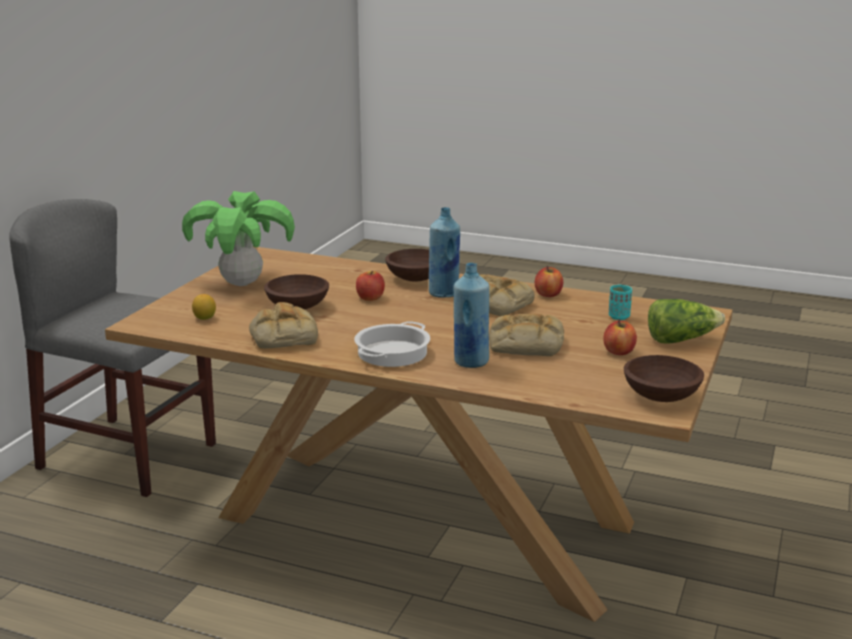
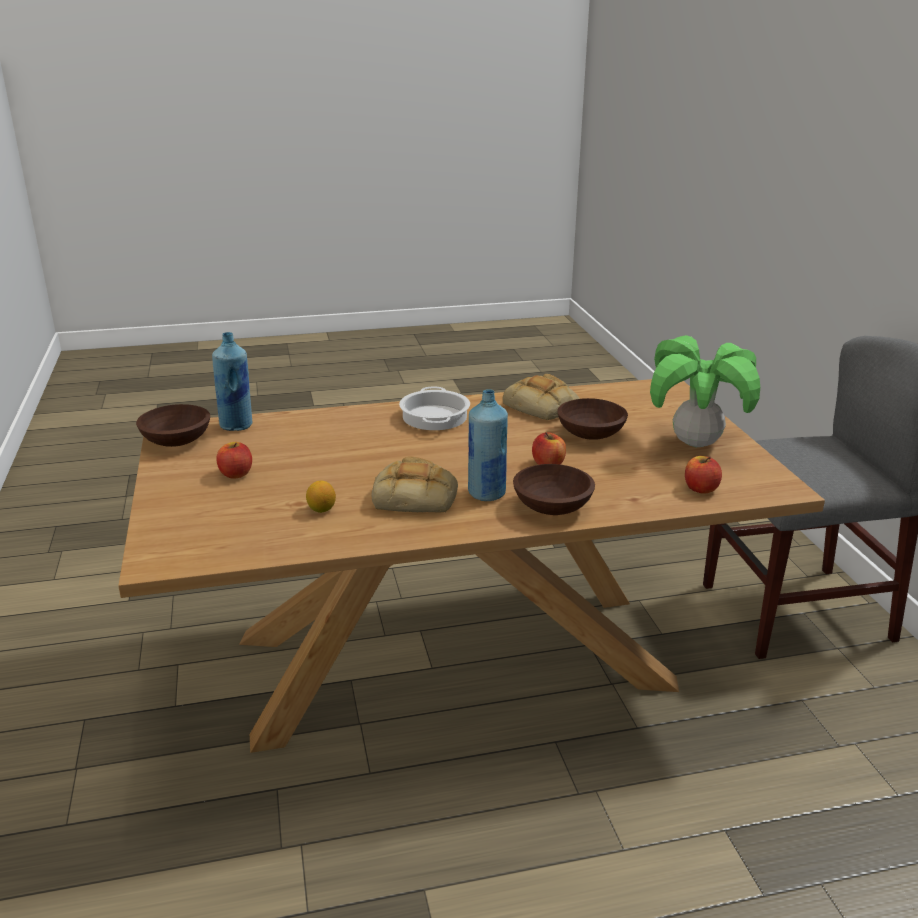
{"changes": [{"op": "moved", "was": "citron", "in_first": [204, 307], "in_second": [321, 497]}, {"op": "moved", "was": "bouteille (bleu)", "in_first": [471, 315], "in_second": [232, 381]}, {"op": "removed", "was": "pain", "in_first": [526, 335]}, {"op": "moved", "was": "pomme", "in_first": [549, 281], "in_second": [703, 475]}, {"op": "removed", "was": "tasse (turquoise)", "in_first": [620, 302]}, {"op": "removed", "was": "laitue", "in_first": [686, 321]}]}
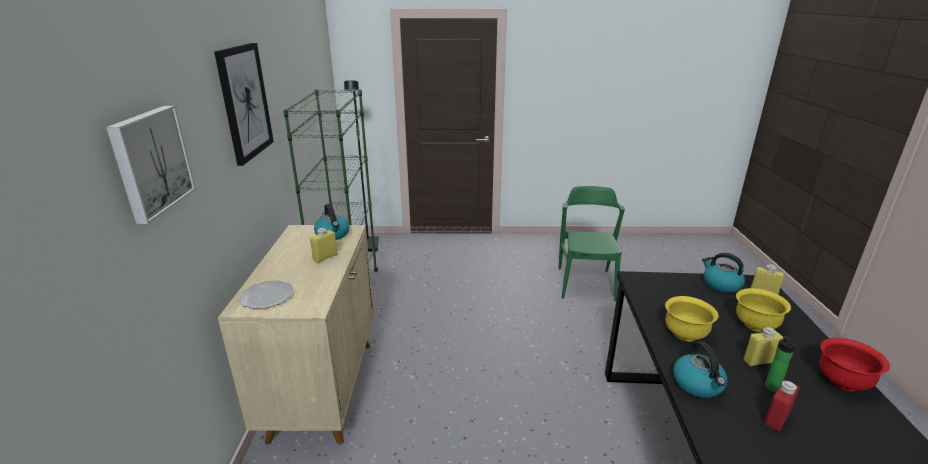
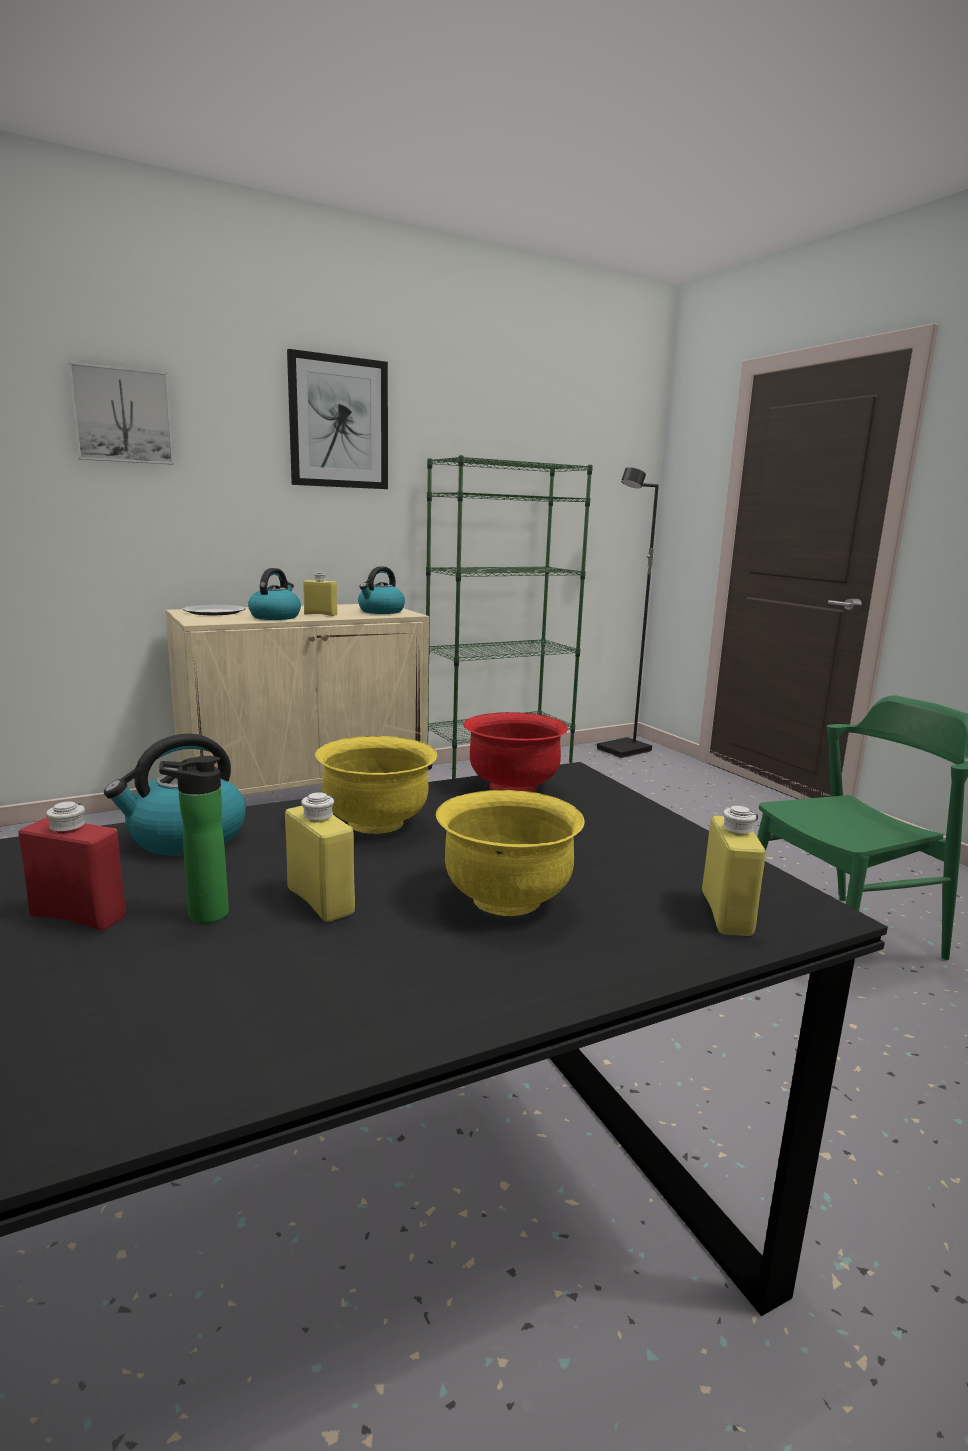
{"changes": [{"op": "moved", "was": "bouilloire", "in_first": [723, 273], "in_second": [274, 594]}, {"op": "moved", "was": "bol (rouge)", "in_first": [854, 364], "in_second": [515, 752]}]}
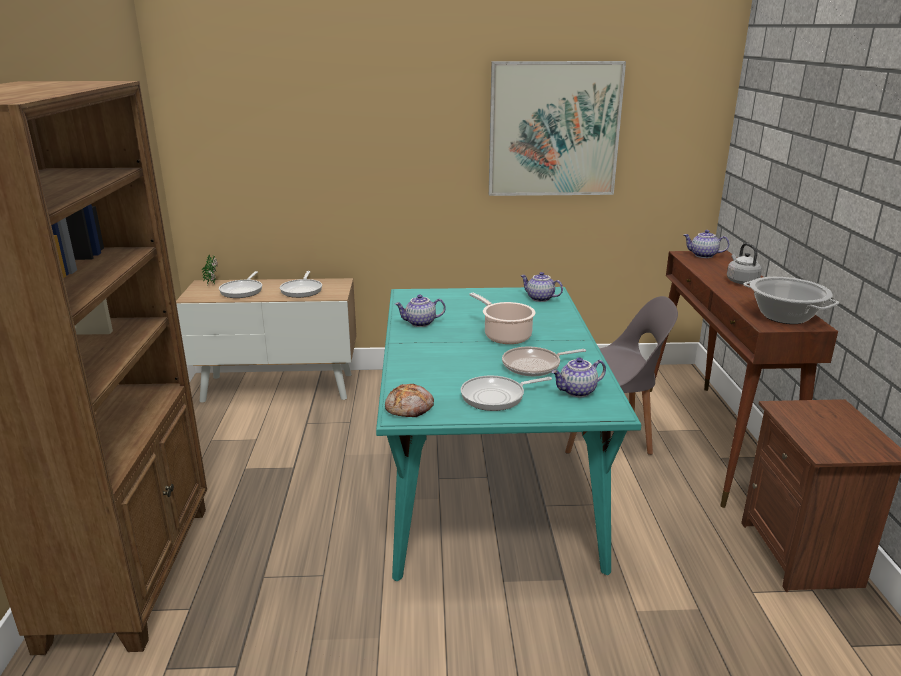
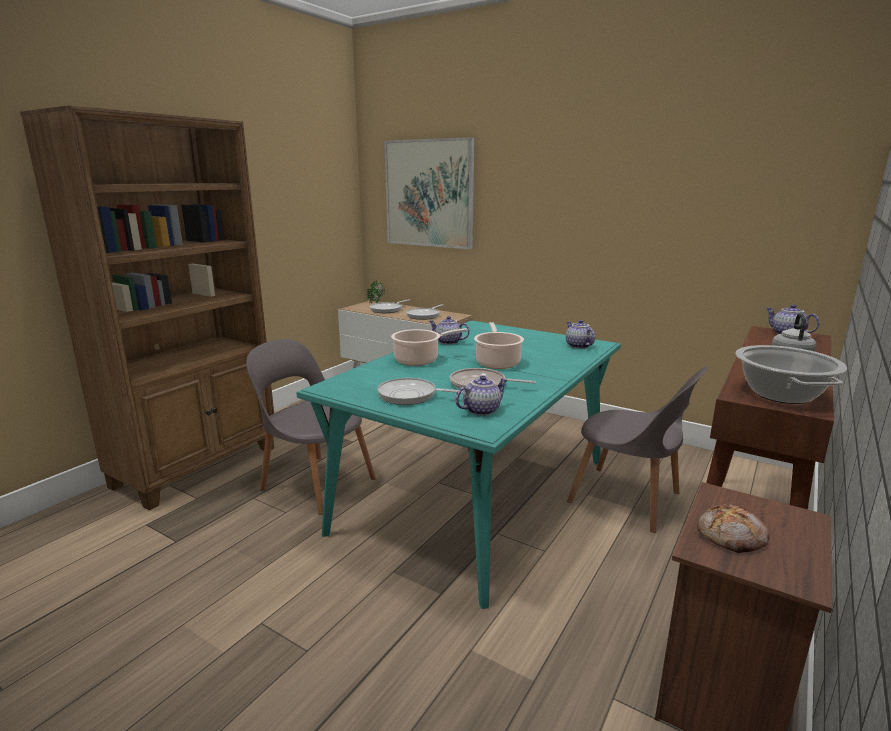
{"changes": [{"op": "moved", "was": "pain", "in_first": [409, 400], "in_second": [733, 528]}, {"op": "moved", "was": "tableau", "in_first": [557, 128], "in_second": [429, 193]}, {"op": "turned", "was": "théière", "in_first": [578, 377], "in_second": [481, 395], "clockwise": 135}, {"op": "added", "now": "chaise (gris)", "in_second": [311, 427]}, {"op": "added", "now": "marmite", "in_second": [429, 347]}]}
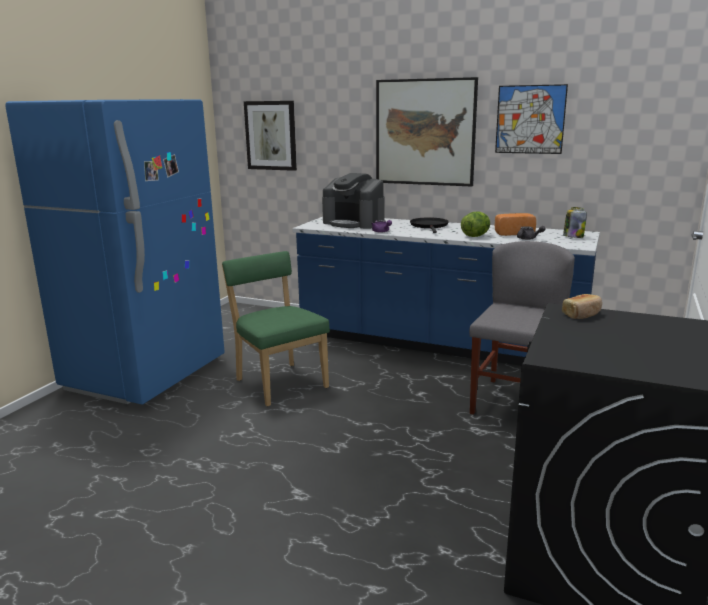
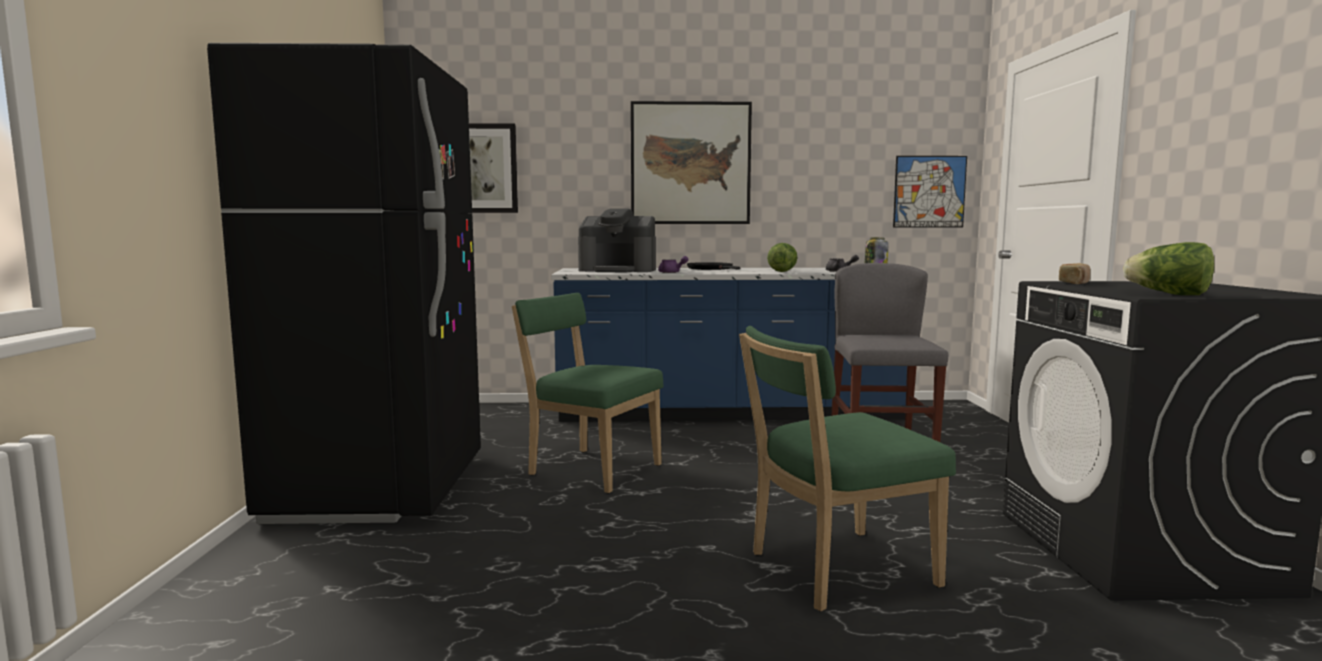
{"changes": [{"op": "recoloured", "was": "réfrigérateur (bleu)", "now": "réfrigérateur (noir)", "in_first": [115, 252], "in_second": [344, 283]}, {"op": "moved", "was": "tableau", "in_first": [531, 119], "in_second": [930, 192]}, {"op": "removed", "was": "pain", "in_first": [515, 224]}, {"op": "added", "now": "chaise (vert)", "in_second": [847, 468]}, {"op": "added", "now": "laitue", "in_second": [1168, 268]}]}
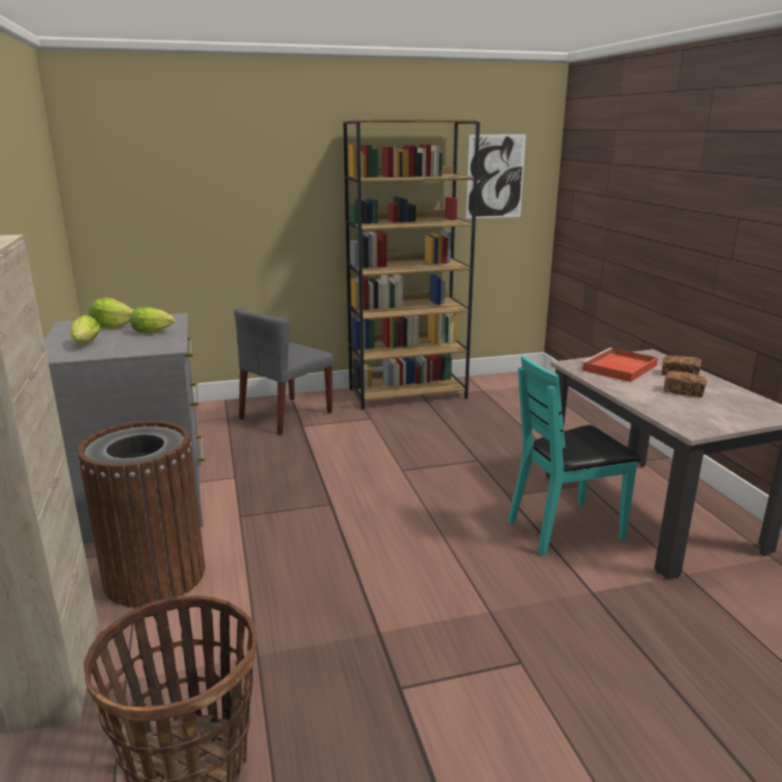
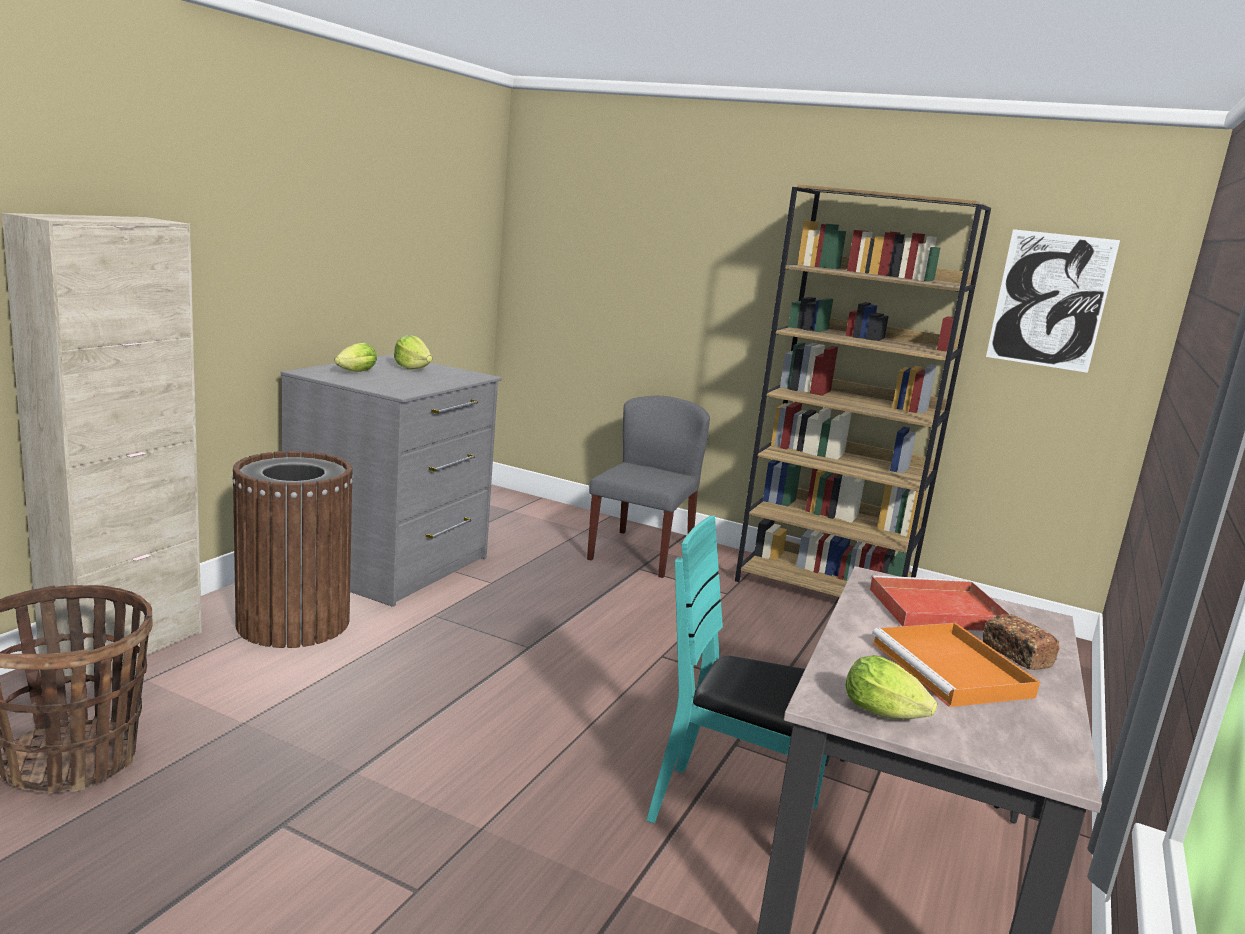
{"changes": [{"op": "moved", "was": "laitue", "in_first": [152, 320], "in_second": [891, 687]}, {"op": "turned", "was": "chaise (gris)", "in_first": [284, 371], "in_second": [648, 487], "clockwise": 120}, {"op": "replaced", "was": "pain", "now": "plateau (orange)", "in_first": [685, 384], "in_second": [956, 665]}]}
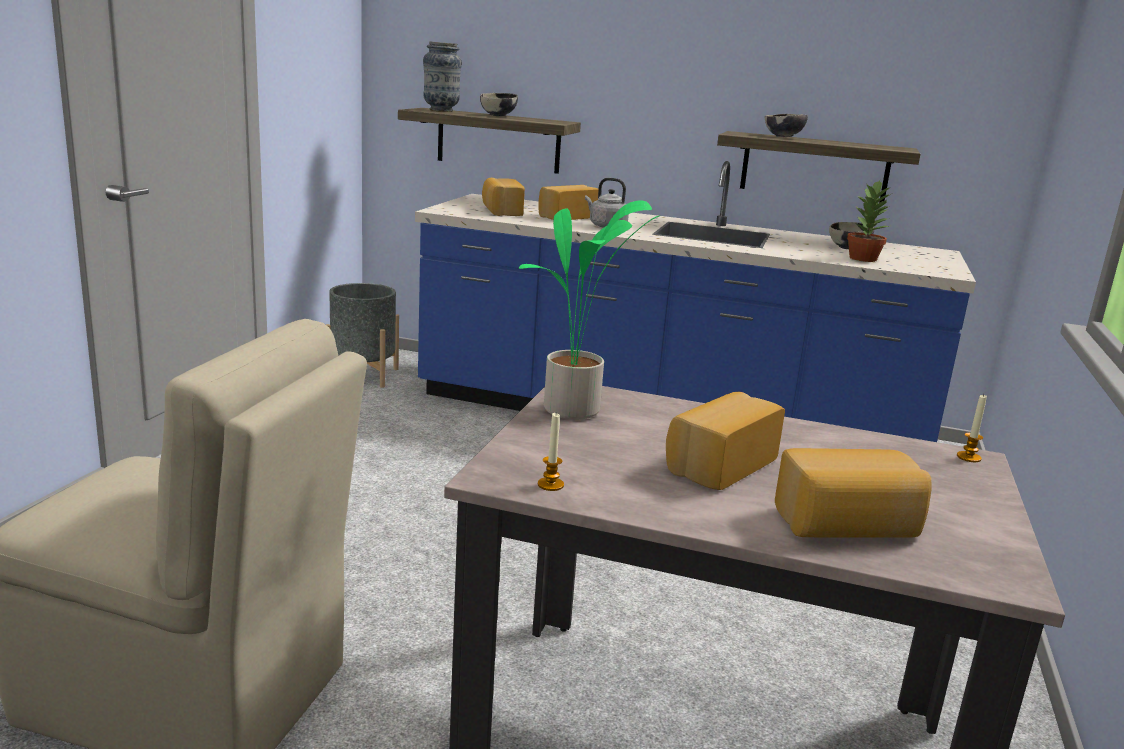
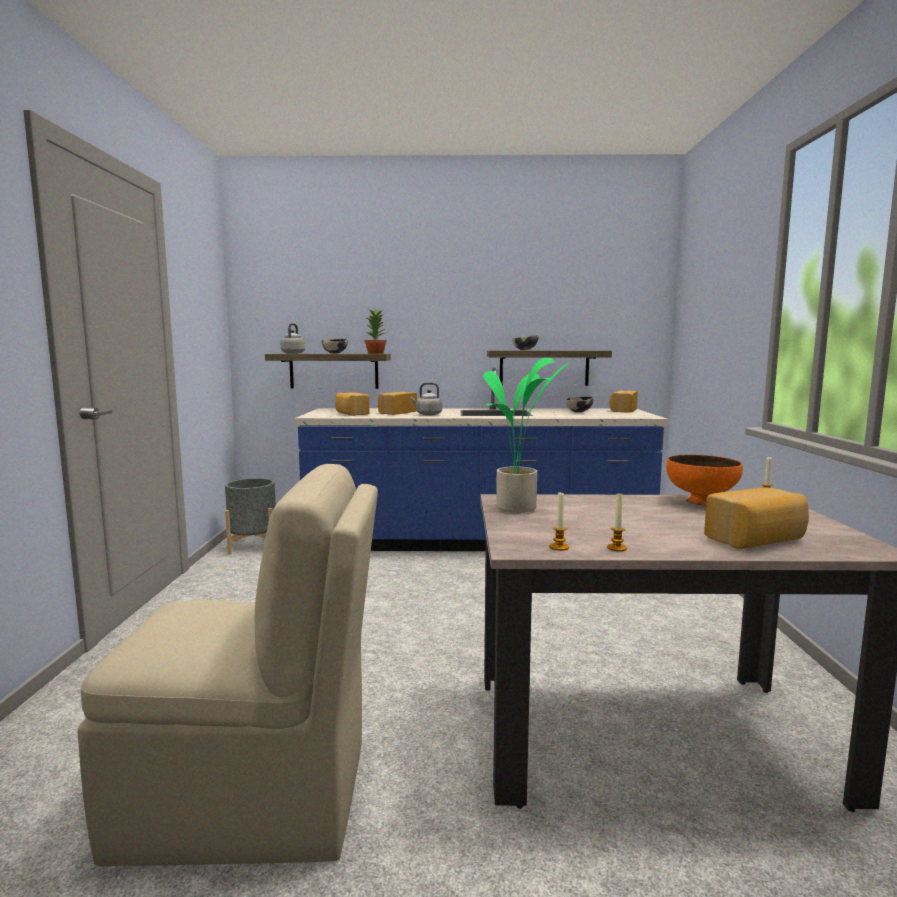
{"changes": [{"op": "replaced", "was": "vase", "now": "bouilloire (gris)", "in_first": [442, 76], "in_second": [292, 338]}, {"op": "moved", "was": "pain", "in_first": [725, 441], "in_second": [623, 401]}, {"op": "moved", "was": "plante en pot", "in_first": [869, 221], "in_second": [376, 331]}, {"op": "added", "now": "bougie", "in_second": [617, 521]}, {"op": "added", "now": "bol (orange)", "in_second": [704, 480]}]}
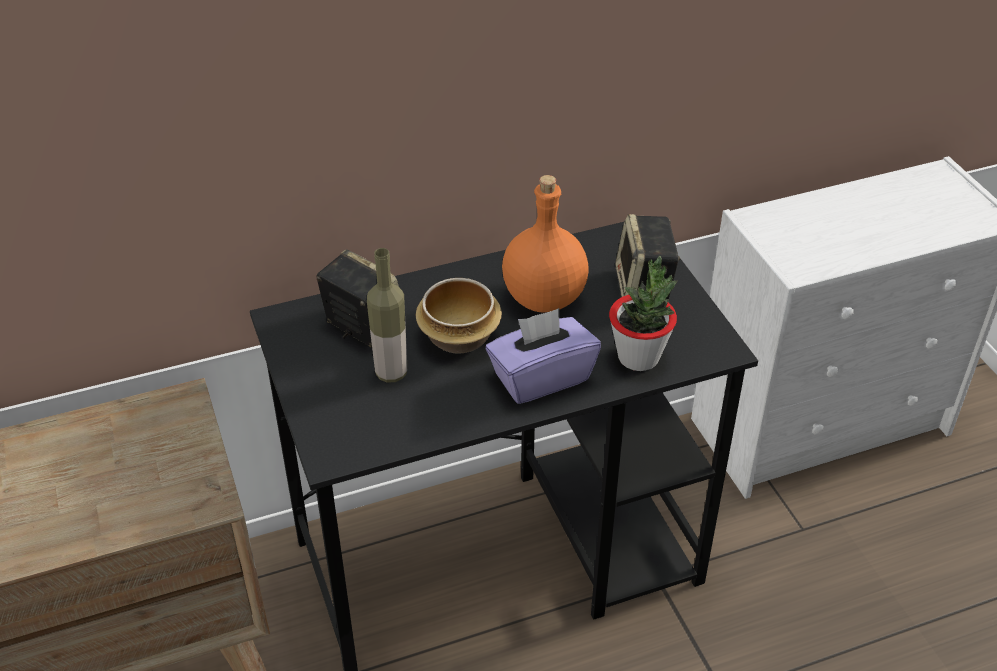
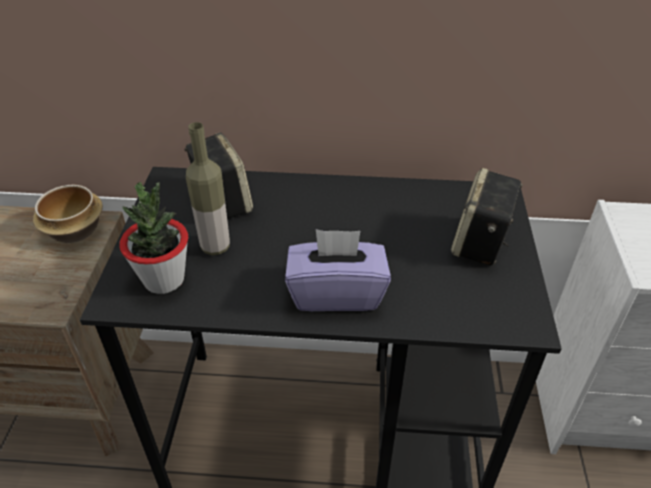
{"changes": [{"op": "moved", "was": "bol", "in_first": [459, 316], "in_second": [68, 214]}, {"op": "removed", "was": "bouteille (orange)", "in_first": [545, 244]}, {"op": "moved", "was": "plante en pot", "in_first": [643, 313], "in_second": [153, 238]}]}
